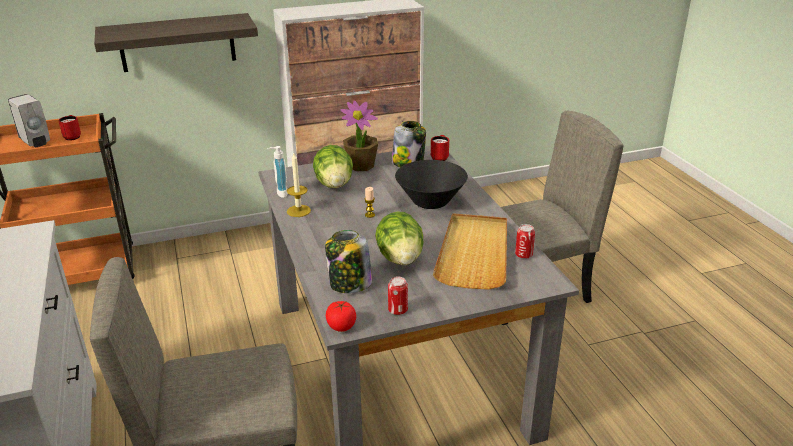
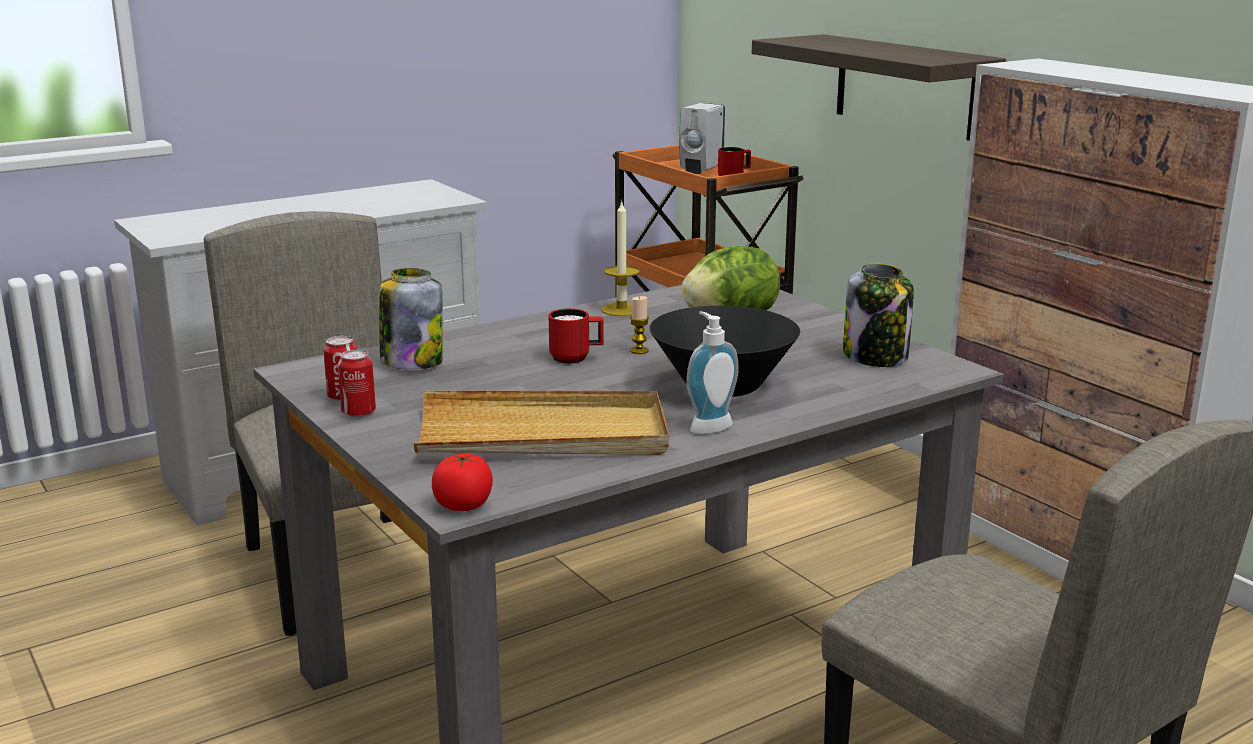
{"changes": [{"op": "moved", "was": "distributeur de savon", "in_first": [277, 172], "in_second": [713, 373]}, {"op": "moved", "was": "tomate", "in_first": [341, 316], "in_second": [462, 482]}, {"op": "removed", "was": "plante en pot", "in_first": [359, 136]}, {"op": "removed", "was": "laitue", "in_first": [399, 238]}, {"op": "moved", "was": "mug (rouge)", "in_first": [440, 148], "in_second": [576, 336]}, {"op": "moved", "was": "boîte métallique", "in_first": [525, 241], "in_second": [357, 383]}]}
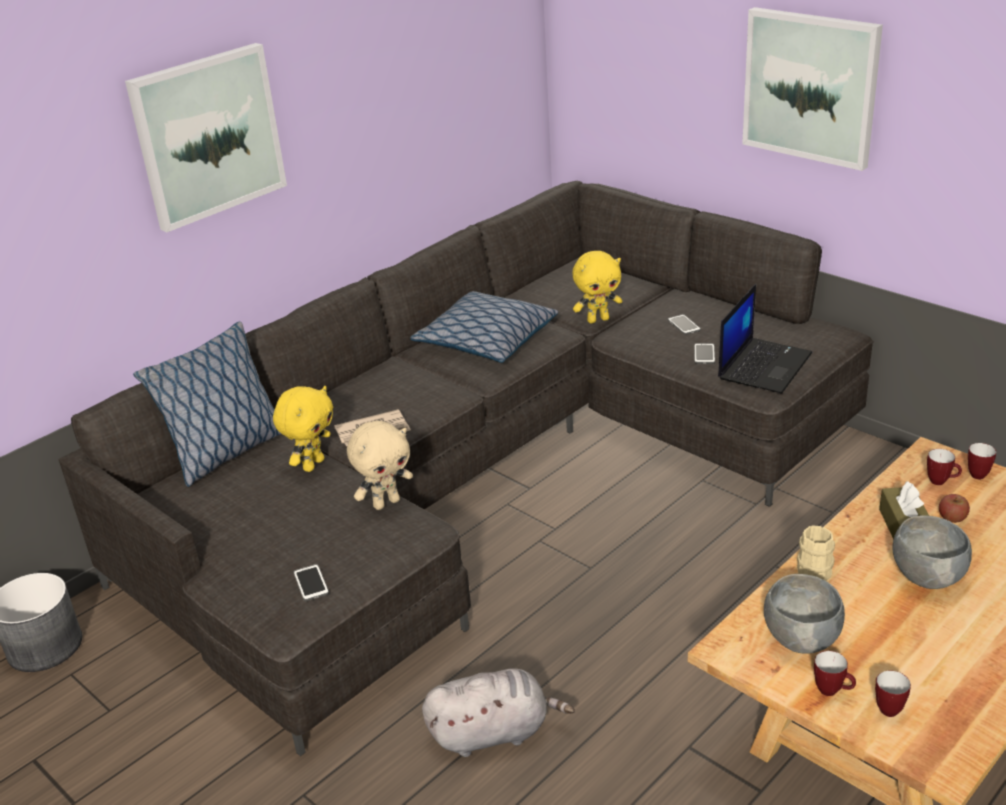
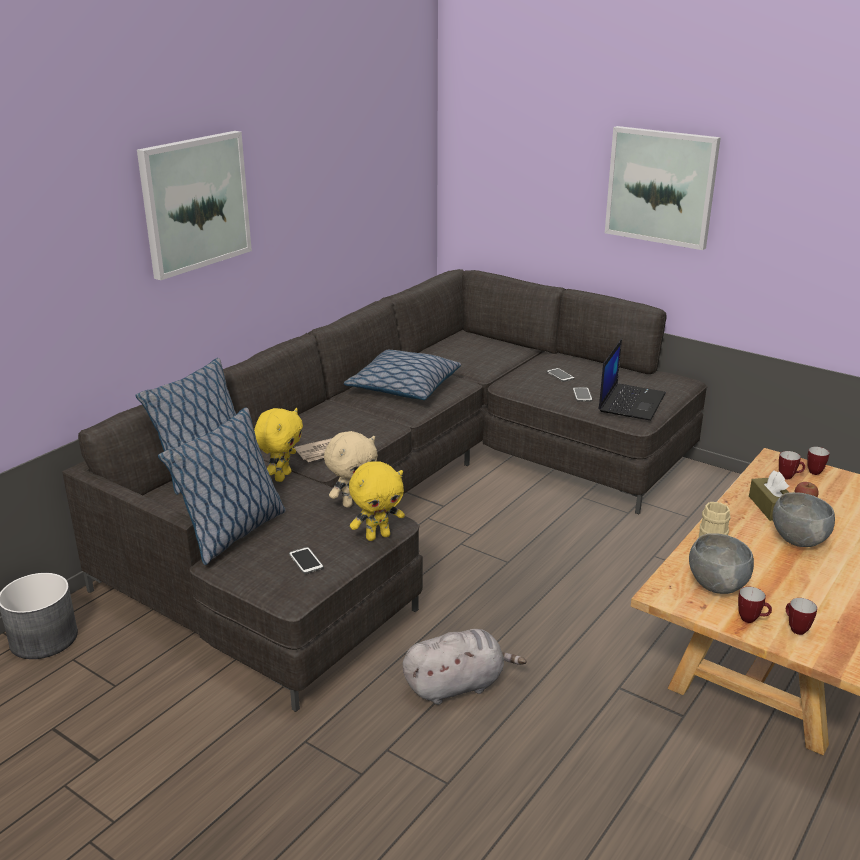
{"changes": [{"op": "moved", "was": "peluche (jaune)", "in_first": [597, 287], "in_second": [377, 501]}, {"op": "added", "now": "coussin", "in_second": [222, 486]}]}
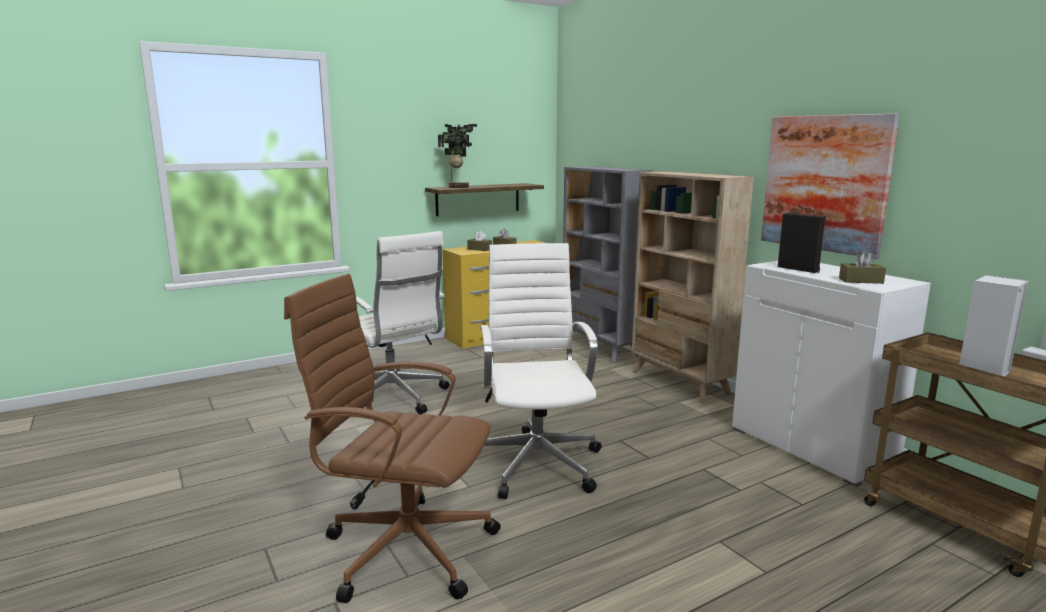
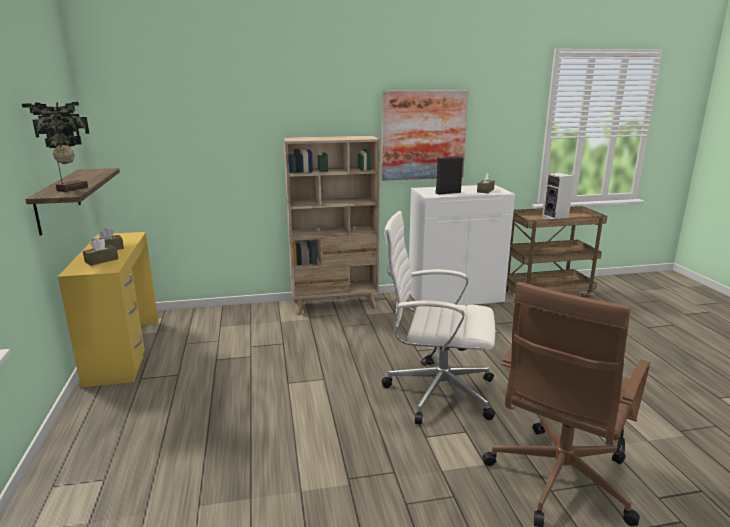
{"changes": [{"op": "removed", "was": "chaise de bureau (blanc)", "in_first": [403, 322]}, {"op": "removed", "was": "bibliothèque (gris)", "in_first": [608, 264]}]}
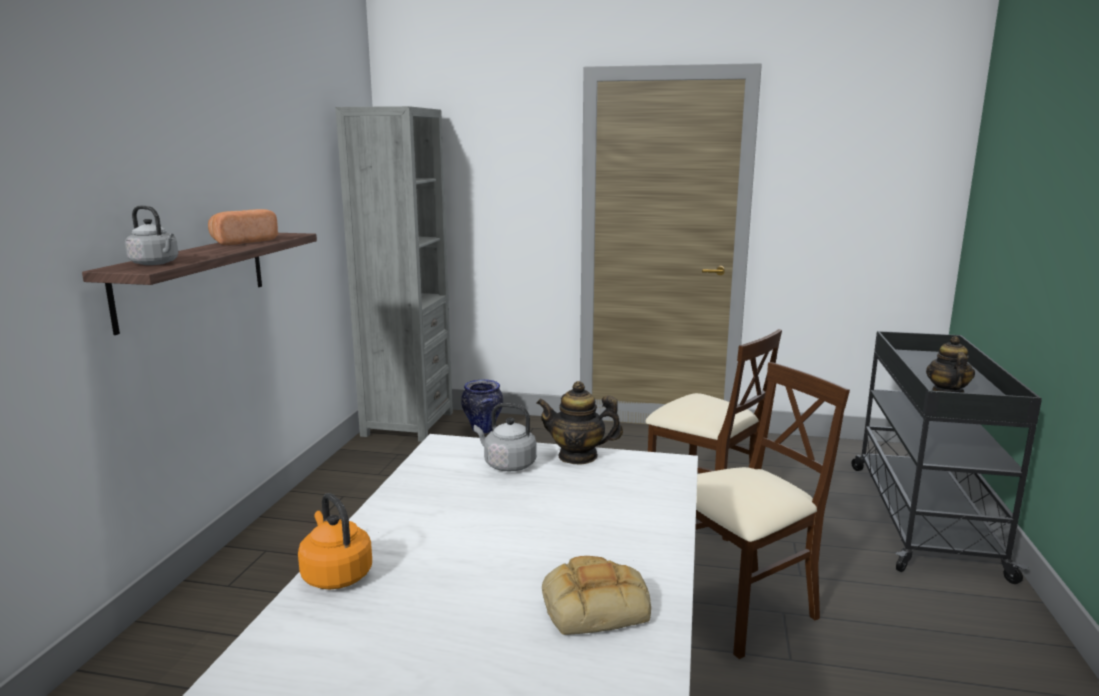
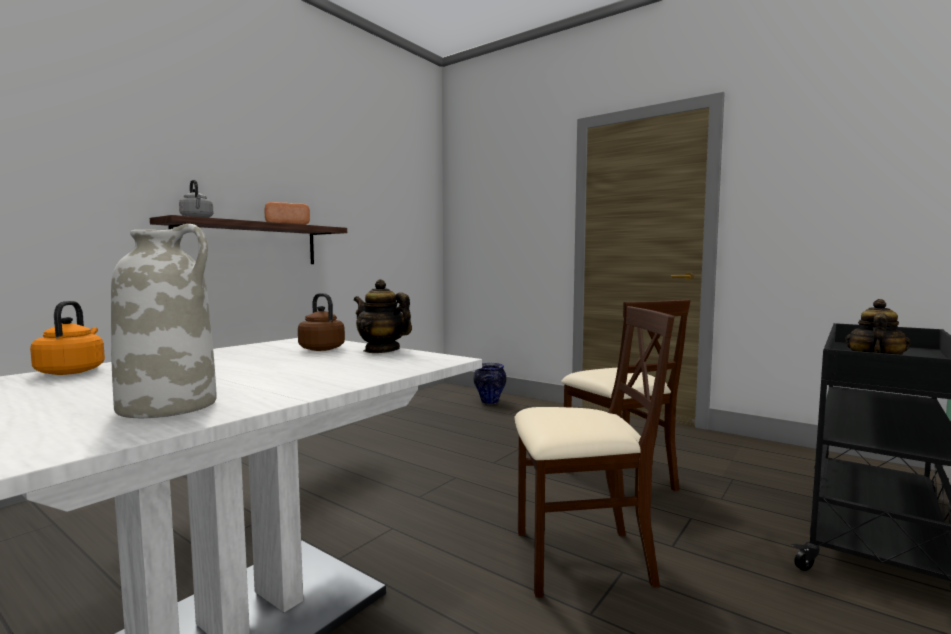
{"changes": [{"op": "removed", "was": "bibliothèque (gris)", "in_first": [394, 274]}, {"op": "recoloured", "was": "bouilloire (gris)", "now": "bouilloire (marron)", "in_first": [505, 437], "in_second": [321, 322]}, {"op": "replaced", "was": "pain", "now": "vase (blanc)", "in_first": [596, 595], "in_second": [164, 321]}]}
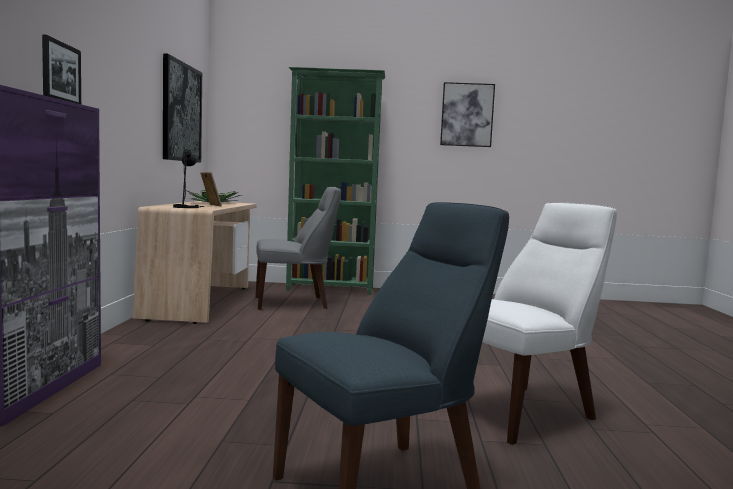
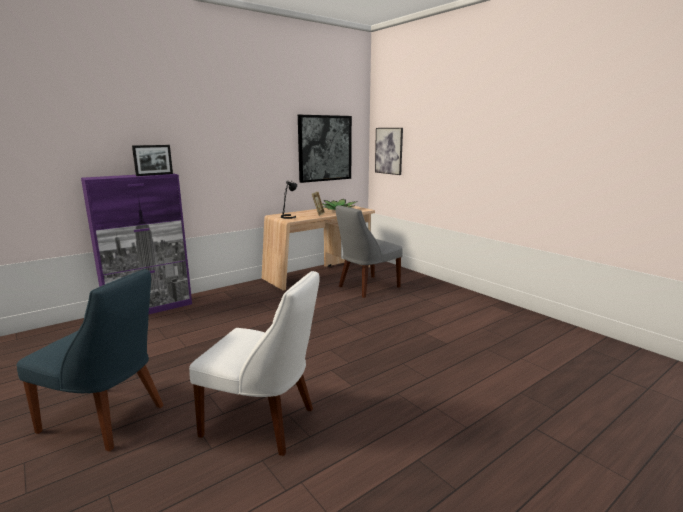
{"changes": [{"op": "turned", "was": "chaise (gris)", "in_first": [298, 248], "in_second": [369, 251], "clockwise": 105}, {"op": "removed", "was": "bibliothèque (vert)", "in_first": [335, 181]}, {"op": "moved", "was": "tableau", "in_first": [467, 114], "in_second": [389, 151]}]}
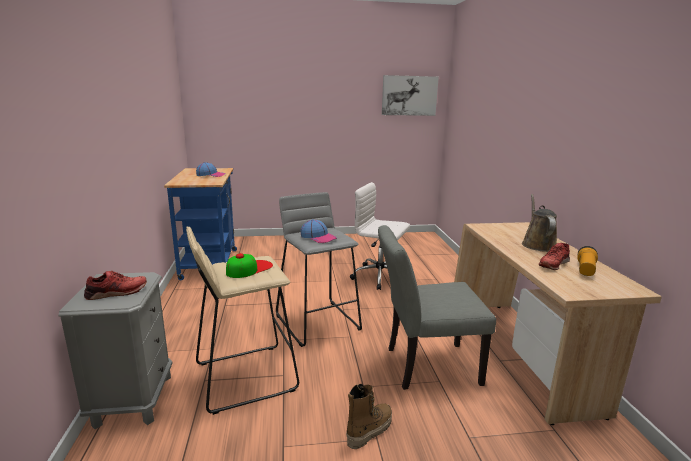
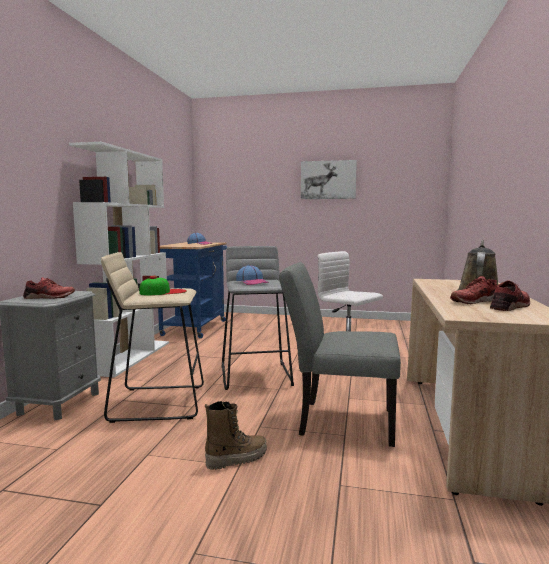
{"changes": [{"op": "moved", "was": "tableau", "in_first": [410, 95], "in_second": [329, 179]}, {"op": "replaced", "was": "lampe de poche", "now": "chaussure (rouge)", "in_first": [587, 261], "in_second": [510, 295]}, {"op": "added", "now": "bibliothèque (blanc)", "in_second": [119, 260]}]}
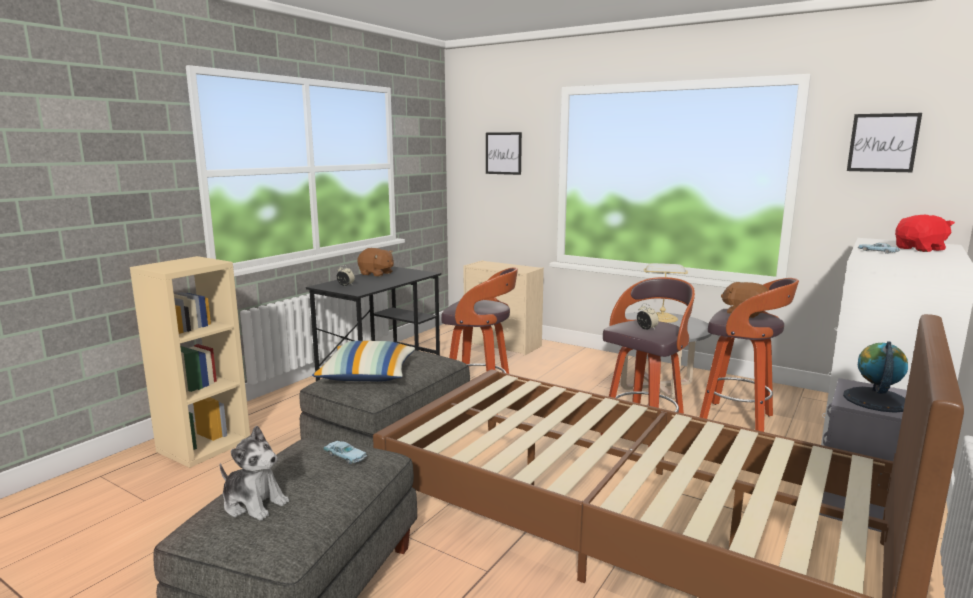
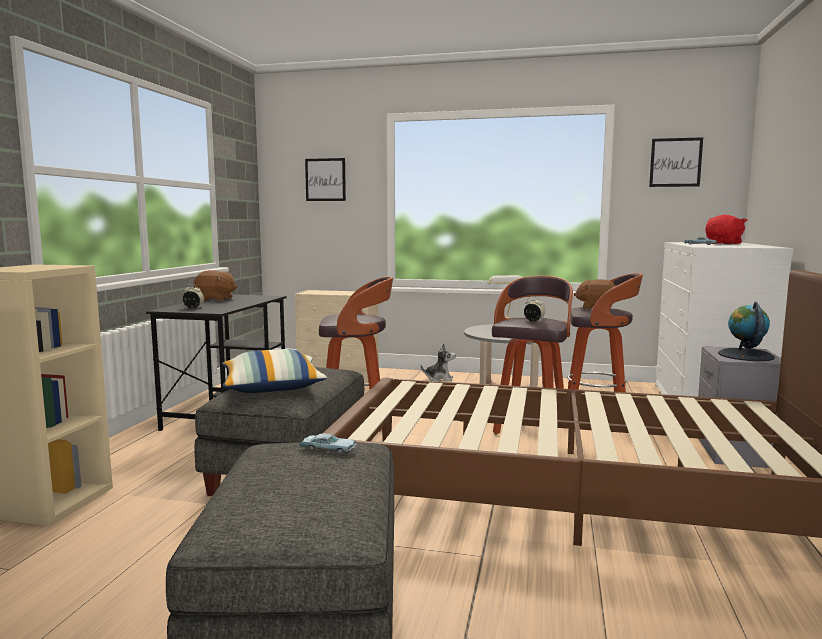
{"changes": [{"op": "moved", "was": "peluche", "in_first": [254, 473], "in_second": [438, 362]}]}
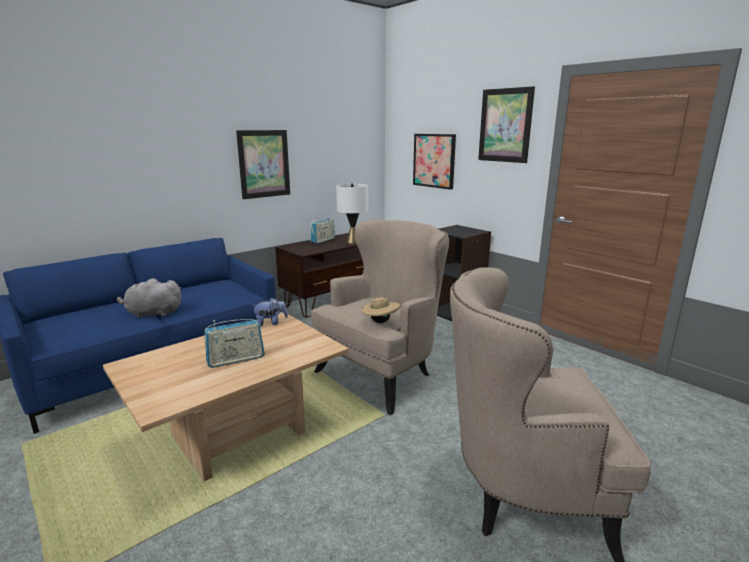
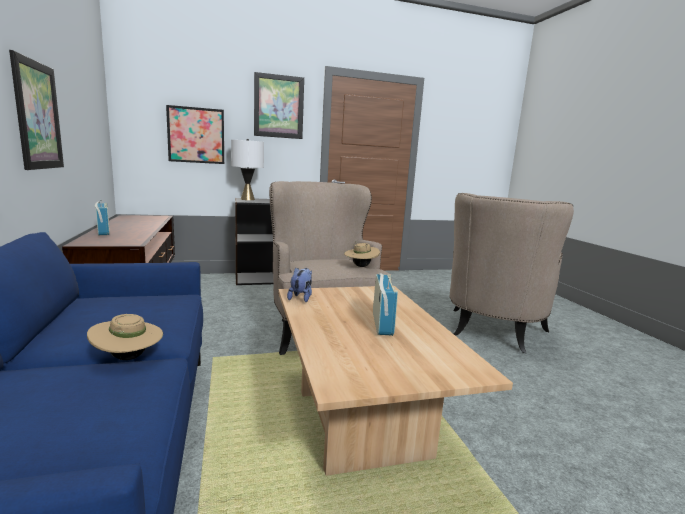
{"changes": [{"op": "replaced", "was": "peluche (gris)", "now": "chapeau (beige)", "in_first": [149, 298], "in_second": [125, 337]}, {"op": "moved", "was": "lampe de table (blanc)", "in_first": [352, 213], "in_second": [247, 169]}]}
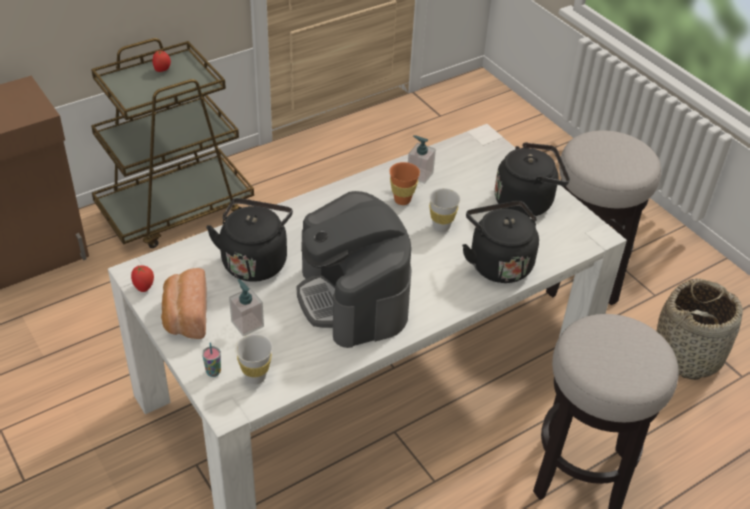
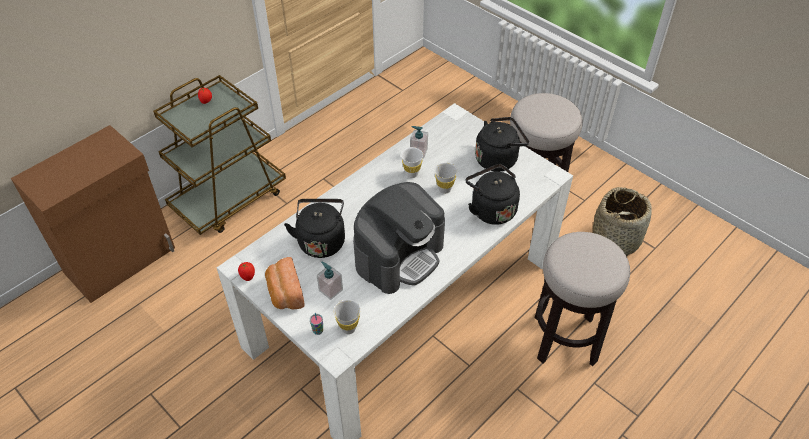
{"changes": [{"op": "turned", "was": "machine à café", "in_first": [354, 269], "in_second": [399, 238], "clockwise": -105}, {"op": "recoloured", "was": "tasse (orange)", "now": "tasse (blanc)", "in_first": [404, 183], "in_second": [412, 162]}]}
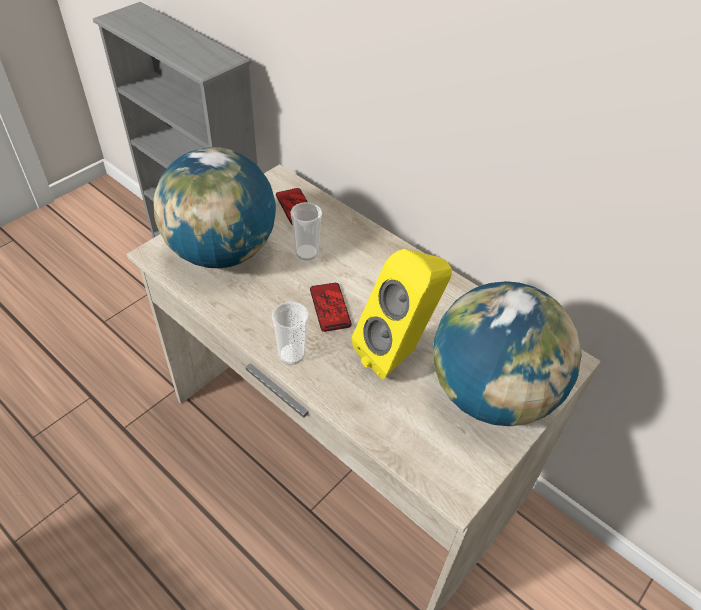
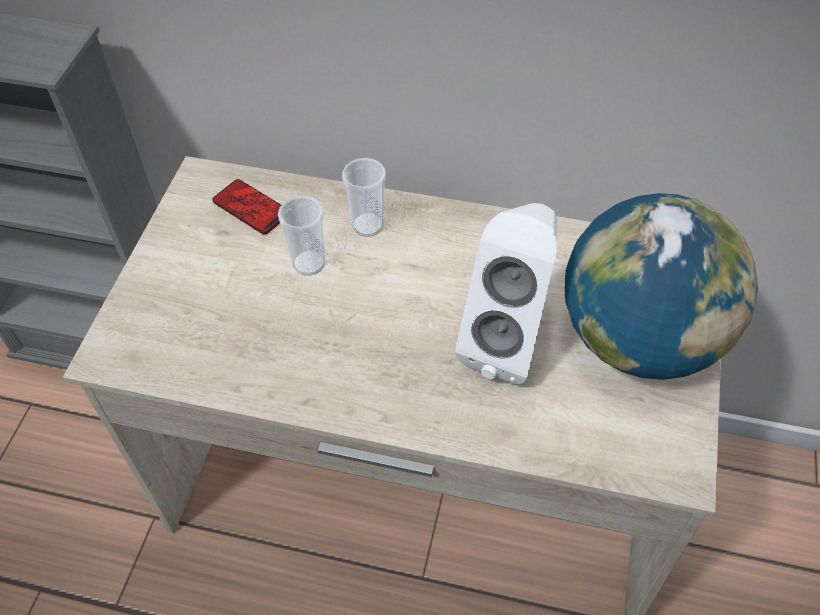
{"changes": [{"op": "removed", "was": "globe", "in_first": [214, 207]}, {"op": "moved", "was": "tasse", "in_first": [290, 333], "in_second": [364, 197]}, {"op": "removed", "was": "téléphone", "in_first": [331, 307]}, {"op": "recoloured", "was": "enceinte (jaune)", "now": "enceinte (blanc)", "in_first": [401, 314], "in_second": [506, 293]}]}
